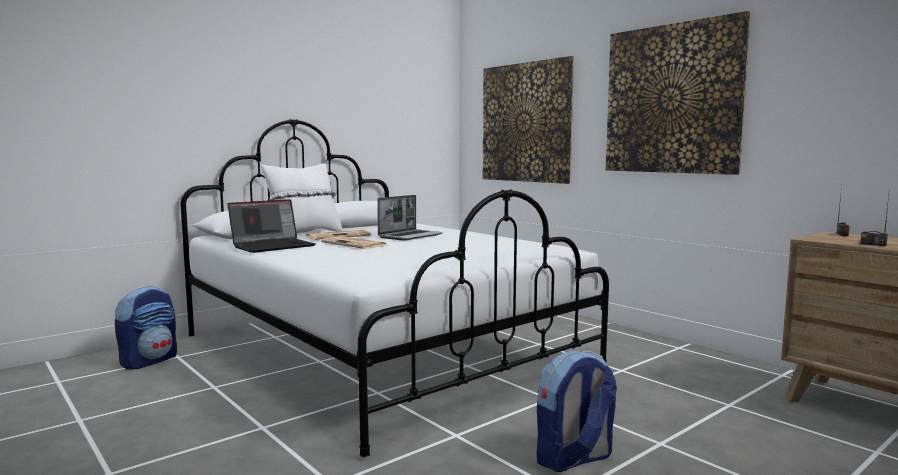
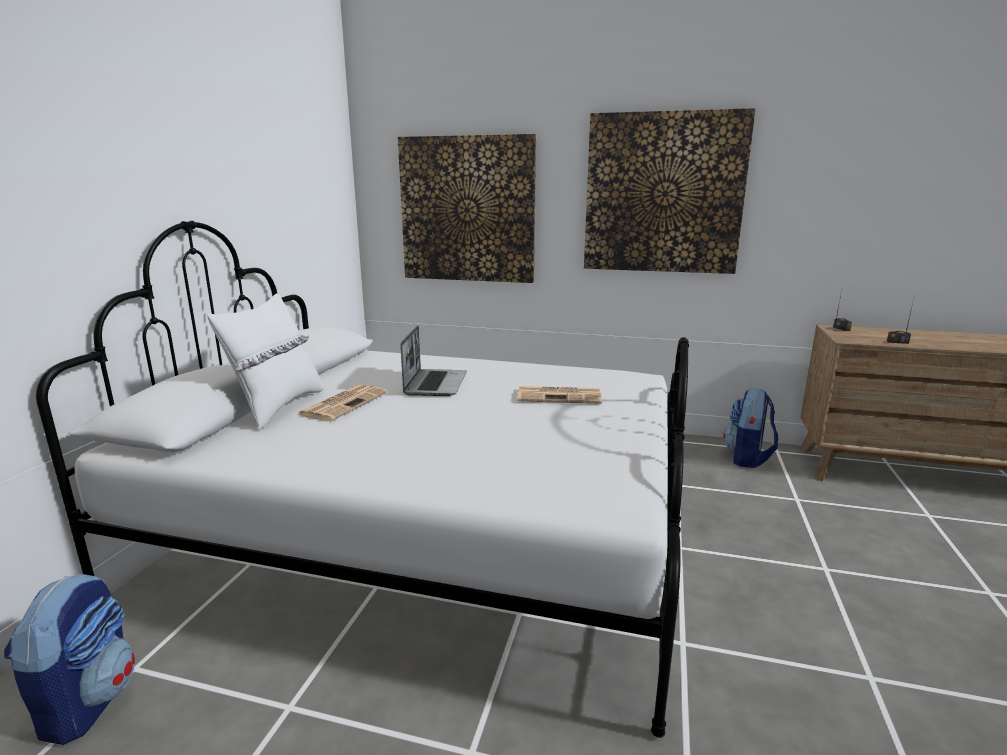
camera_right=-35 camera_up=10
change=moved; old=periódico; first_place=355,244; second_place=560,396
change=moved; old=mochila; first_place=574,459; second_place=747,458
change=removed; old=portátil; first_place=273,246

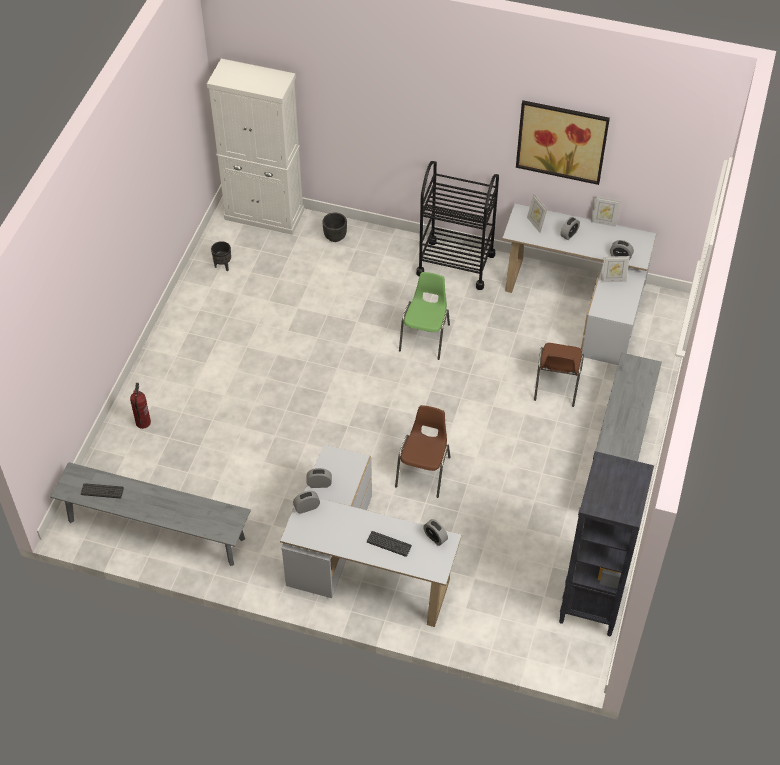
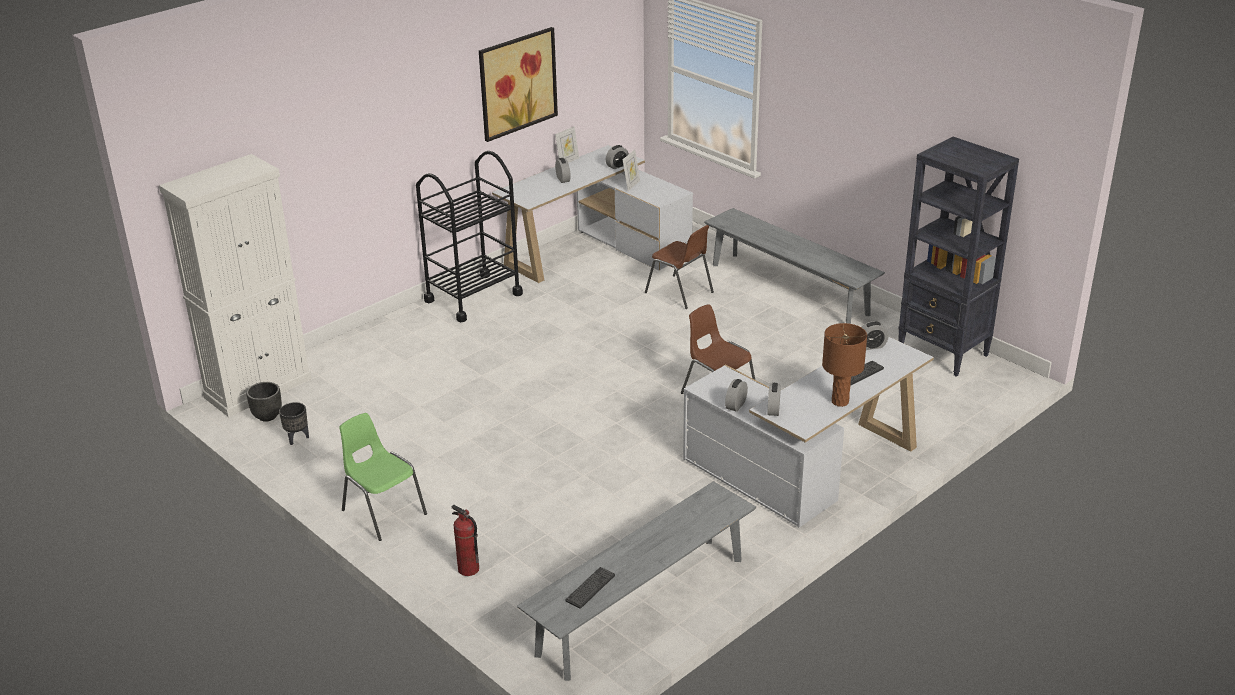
camera_right=-60 camera_up=-20
change=moved; old=maceta (negro); first_place=335,237; second_place=267,416
change=moved; old=silla (verde); first_place=425,337; second_place=383,512
change=added; new=lámpara de mesa (marrón); second_place=840,401
change=removed; old=portarretratos; first_place=535,224

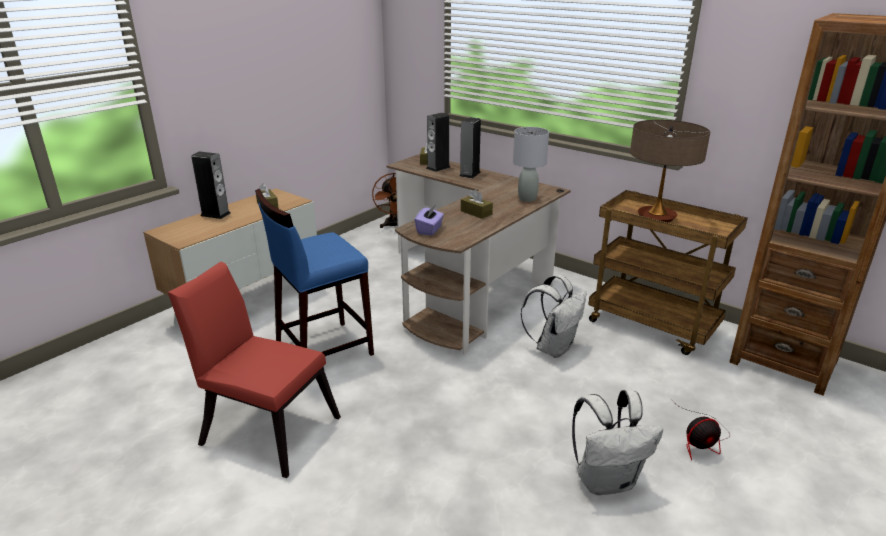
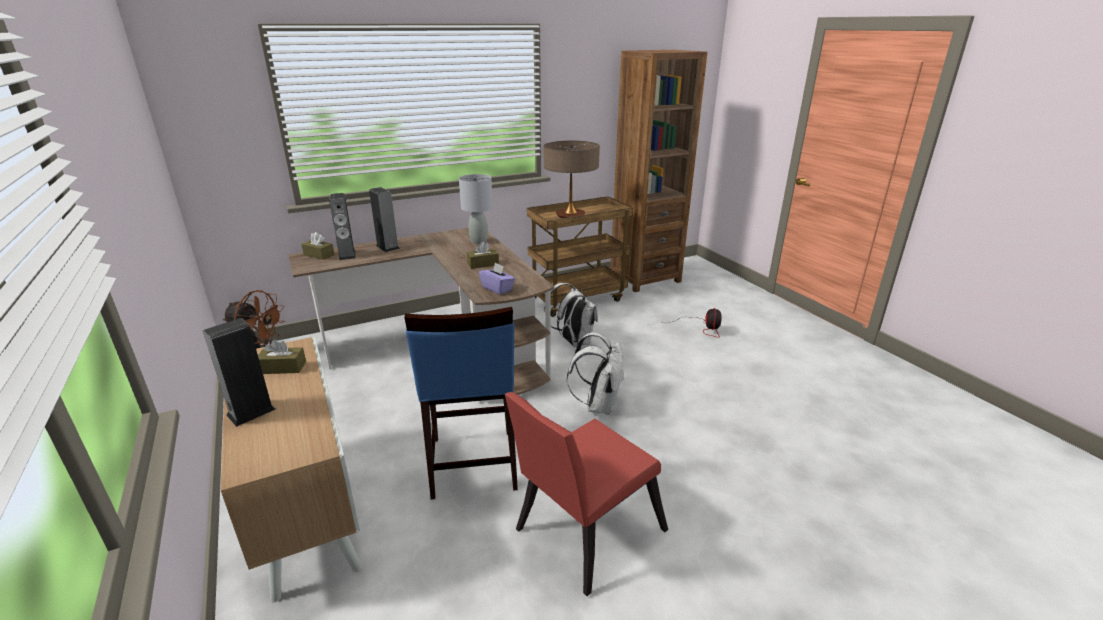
camera_right=-65 camera_up=0
change=moved; old=mochila (blanco); first_place=606,480; second_place=599,405

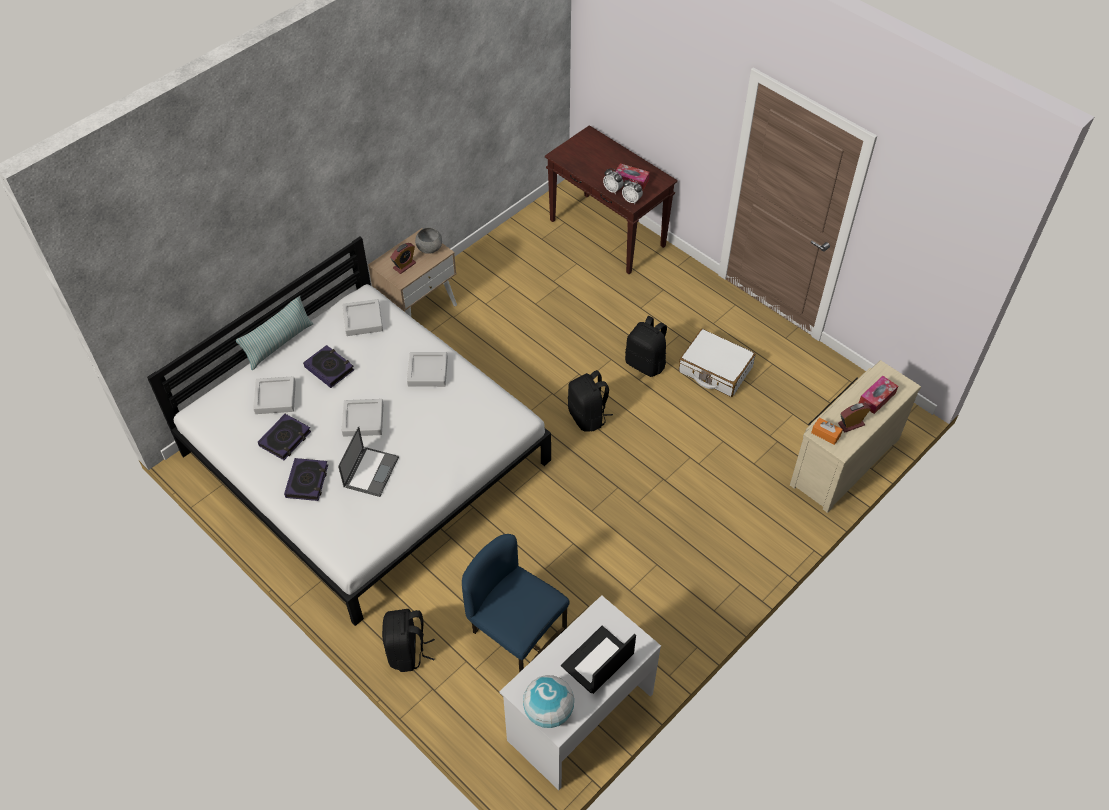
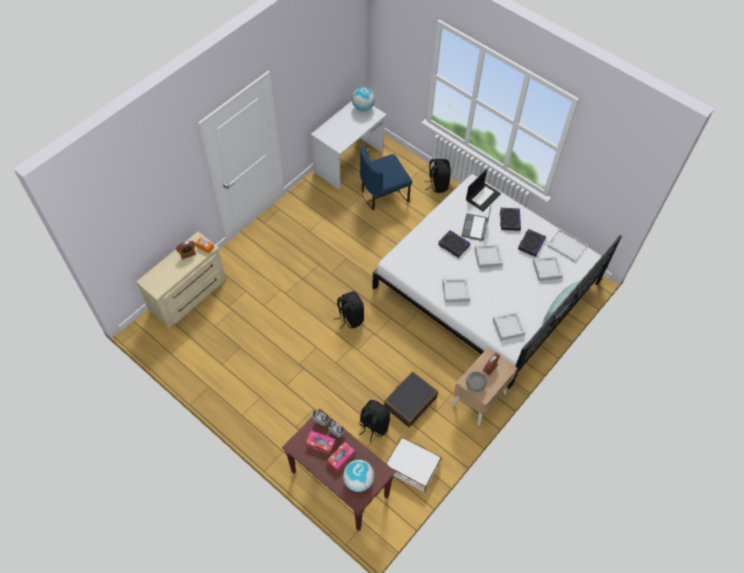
camera_right=175 camera_up=5
change=moved; old=caja de pañuelos; first_place=877,398; second_place=341,458
change=added; new=globo terráqueo; second_place=358,481
change=moved; old=mochila (negro); first_place=646,364; second_place=373,426
change=turned; old=silla (azul); first_place=516,633; second_place=383,194; degrees=120
change=added; new=maleta (negro); second_place=410,402
change=moved; old=maleta (blanco); first_place=715,370; second_place=412,466
change=moved; old=libro; first_place=329,368; second_place=453,245
change=moved; old=portátil; first_place=597,661; second_place=483,196
change=added; new=bandeja (blanco); second_place=566,245

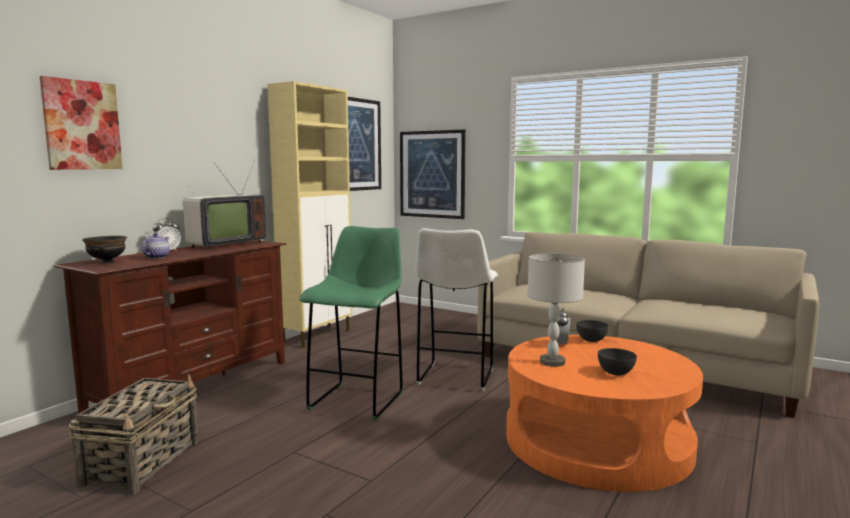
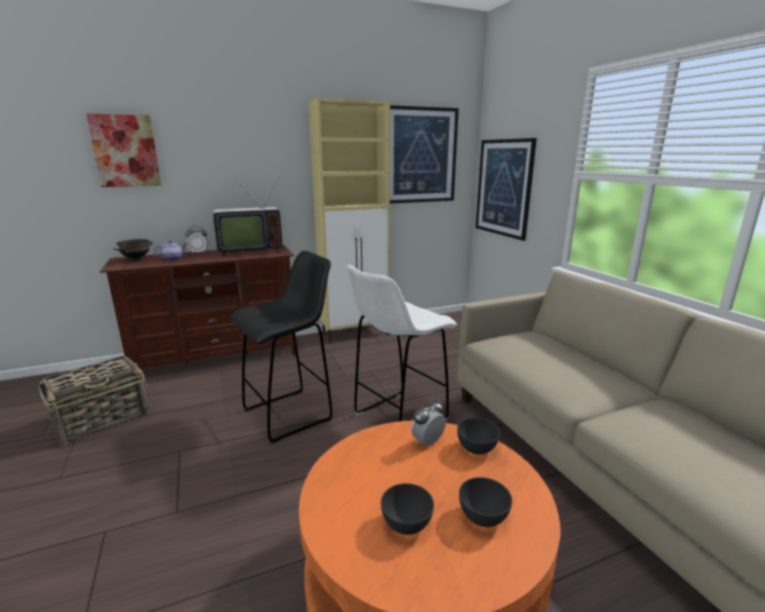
camera_right=35 camera_up=10
change=recoloured; old=taburete (verde); new=taburete (negro); first_place=358,400; second_place=290,414
change=added; new=cuenco (gris); second_place=482,517
change=removed; old=lámpara de mesa (gris); first_place=552,362

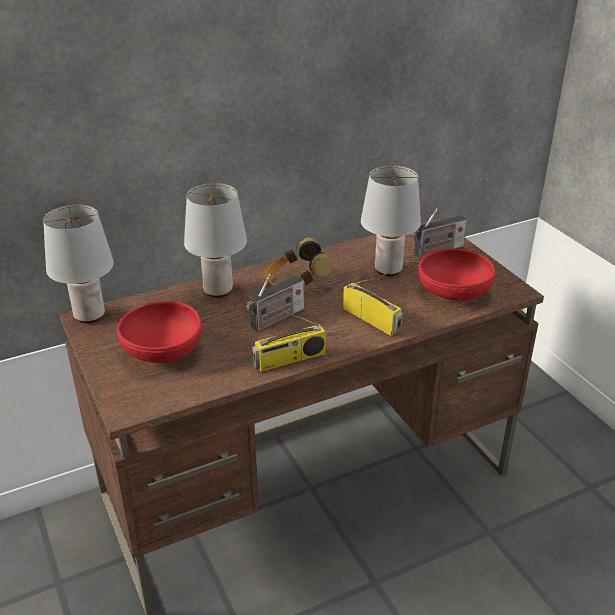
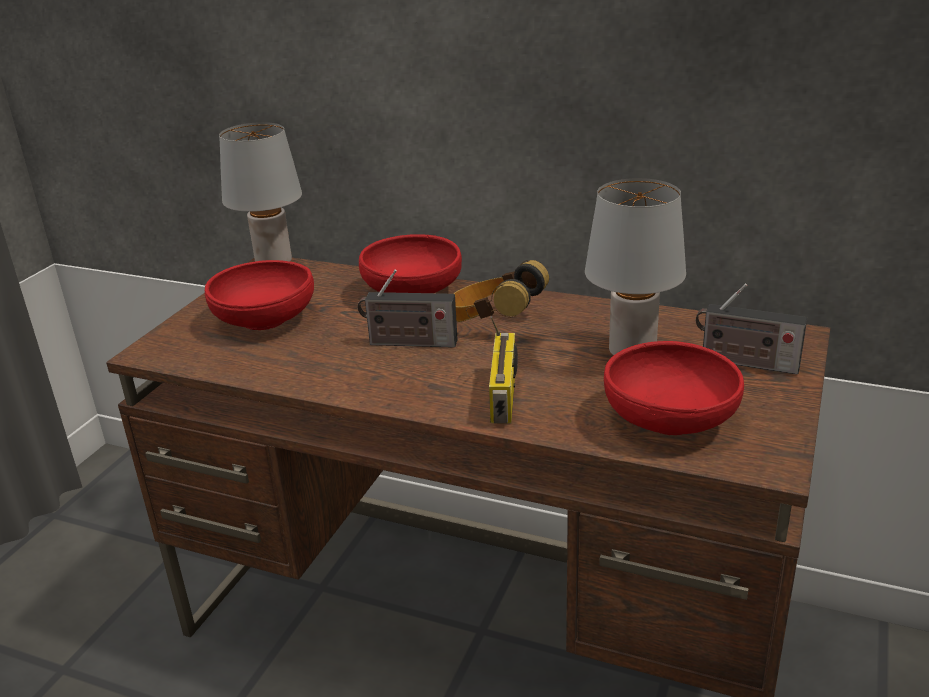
camera_right=50 camera_up=-5
change=replaced; old=lámpara de mesa (gris); new=cuenco (rojo); first_place=218,290; second_place=412,292
change=removed; old=radio; first_place=289,360

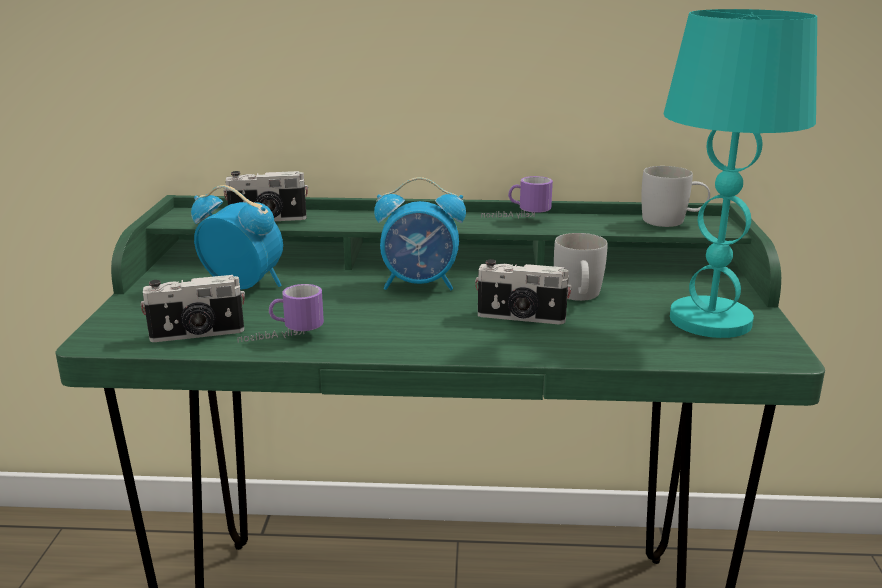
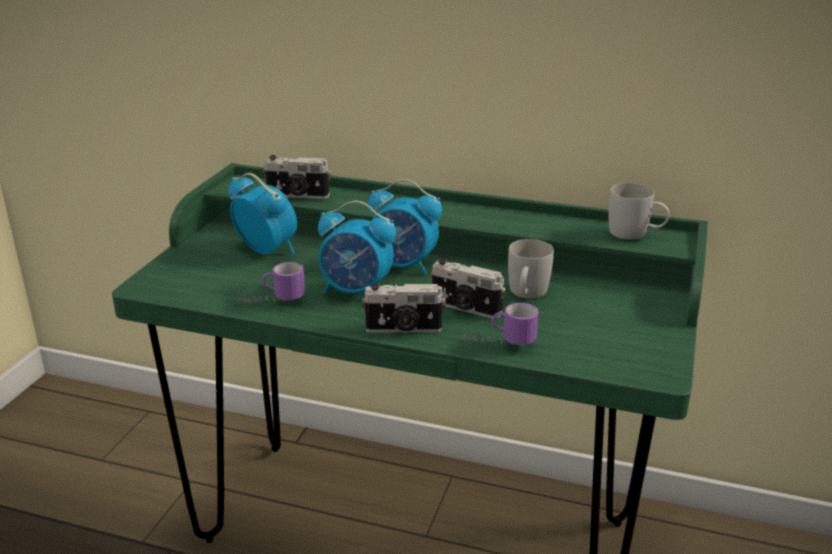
camera_right=15 camera_up=5
change=added; new=despertador; second_place=356,291
change=moved; old=cámara; first_place=197,334; second_place=403,329
change=moved; old=taza grande; first_place=515,218; second_place=499,343
change=removed; old=lámpara de mesa (turquesa); first_place=709,320

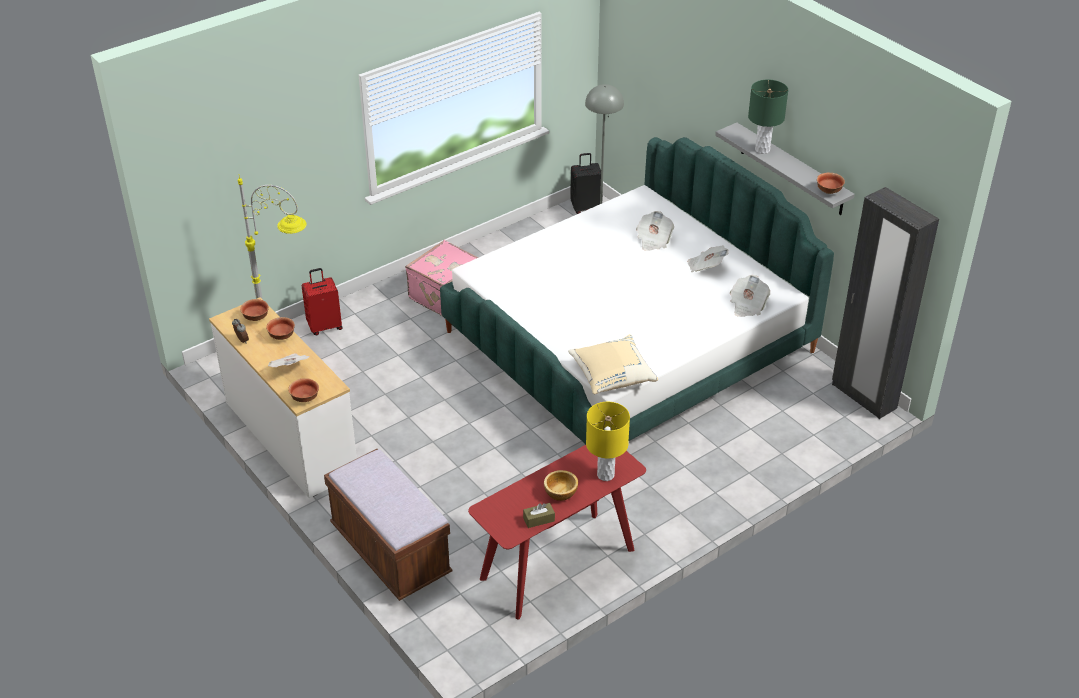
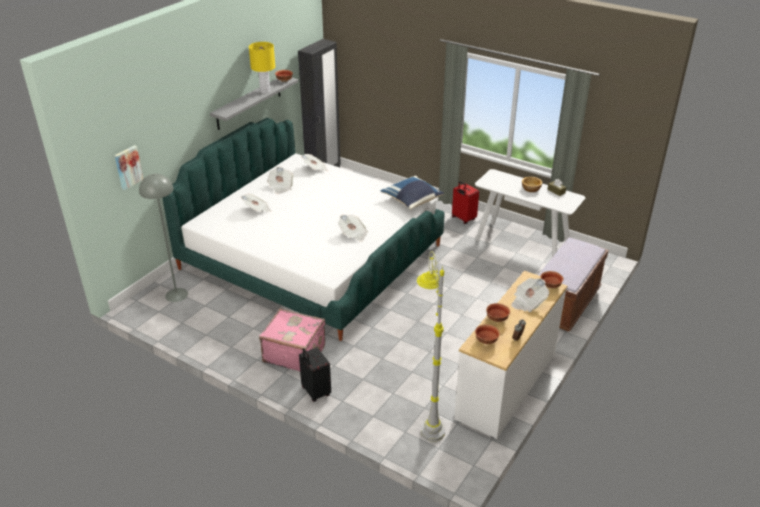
camera_right=-110 camera_up=-5
change=added; new=cuadro; second_place=128,167
change=moved; old=lámpara de mesa (amarillo); first_place=605,475; second_place=265,91
change=moved; old=maleta (negro); first_place=586,208; second_place=315,392
change=added; new=periódico; second_place=353,234
change=recoloured; old=cojín (beis); new=cojín (azul); first_place=611,376; second_place=412,201
change=moved; old=maleta (rojo); first_place=324,326; second_place=463,219
change=recoloured; old=mesa consola (rojo); new=mesa consola (blanco); first_place=558,564; second_place=522,244
change=removed; old=lámpara de mesa (verde); first_place=762,150

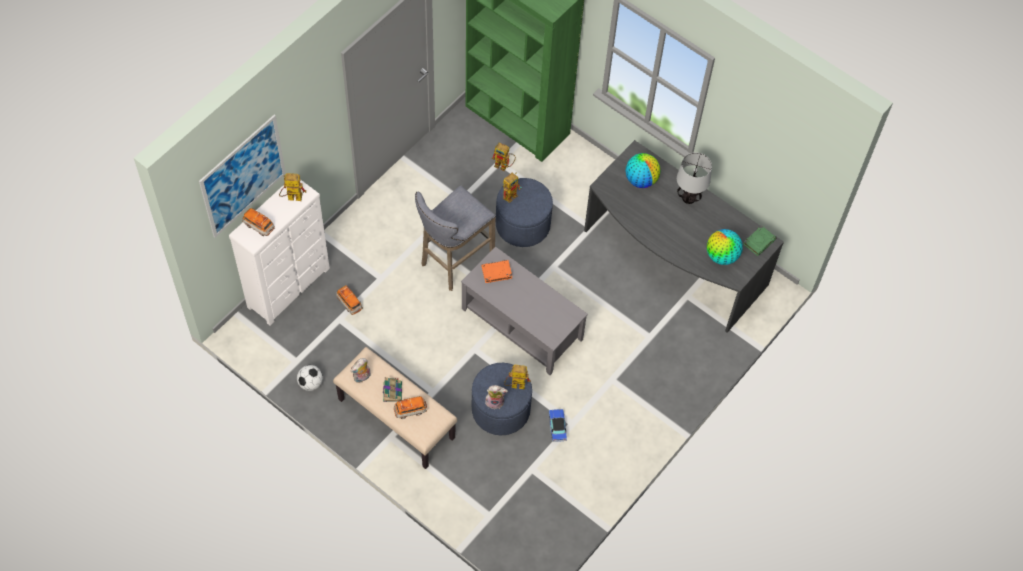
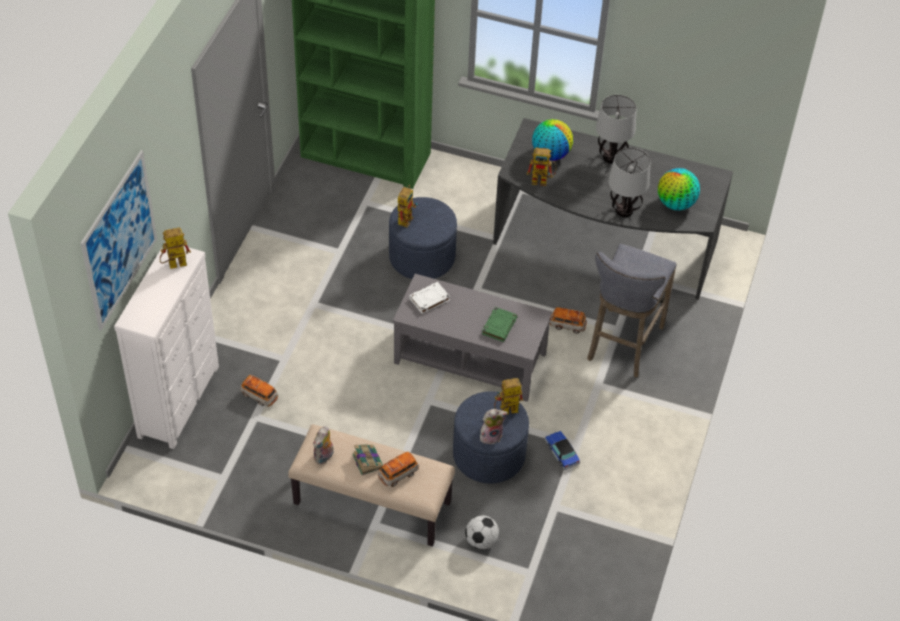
camera_right=-20 camera_up=-10
change=recoloured; old=libro (naranja); new=libro (blanco); first_place=496,272; second_place=429,299
change=moved; old=balón de fútbol; first_place=310,383; second_place=481,541
change=moved; old=libro (verde); first_place=759,241; second_place=499,326
change=moved; old=robot de juguete; first_place=504,166; second_place=543,180
change=moved; old=coche de juguete; first_place=258,226; second_place=567,325
change=moved; old=taburete (gris); first_place=454,262; second_place=623,346
change=added; new=lámpara de mesa; second_place=624,210

